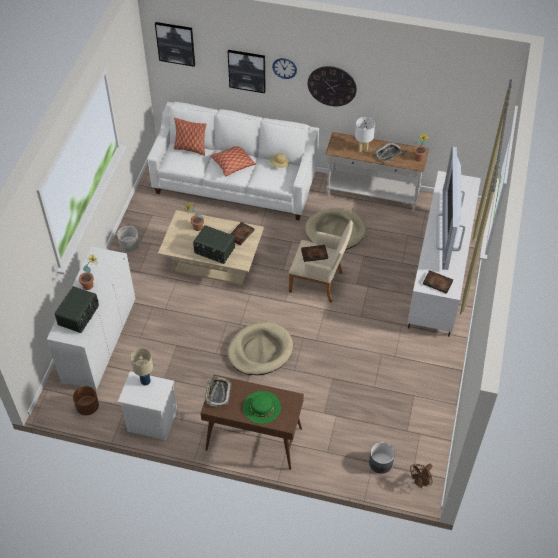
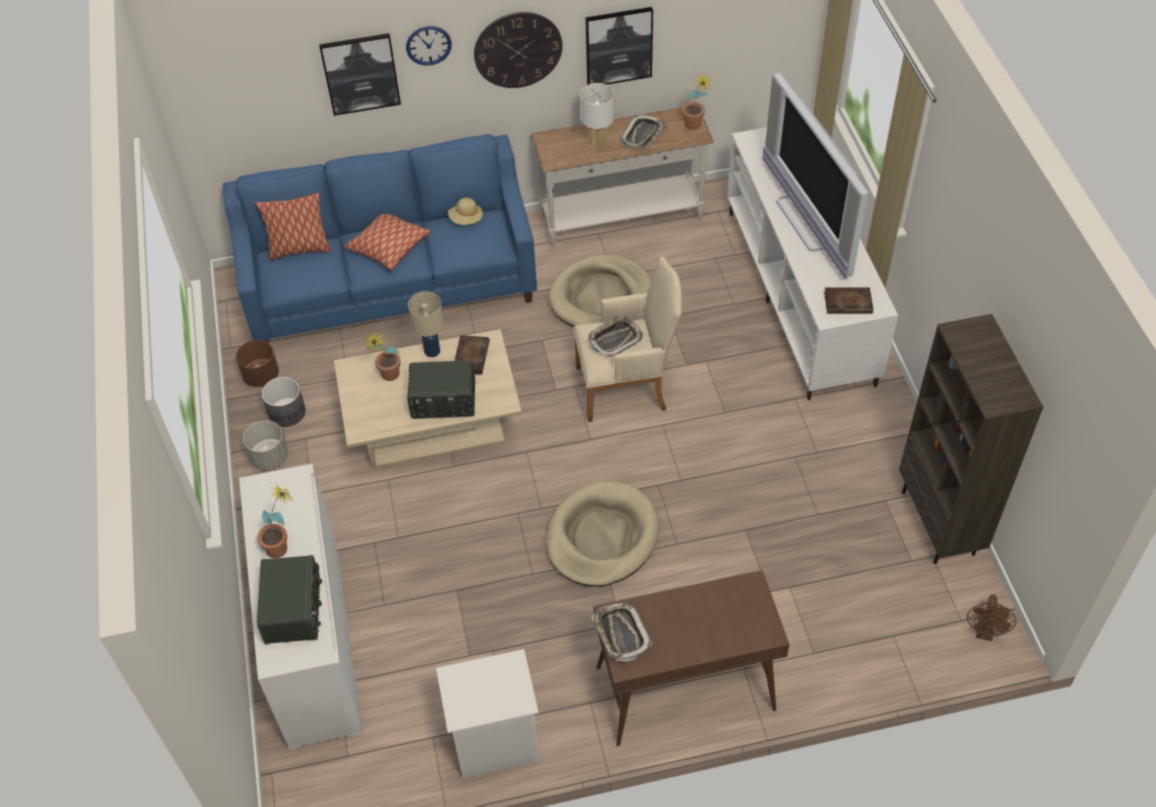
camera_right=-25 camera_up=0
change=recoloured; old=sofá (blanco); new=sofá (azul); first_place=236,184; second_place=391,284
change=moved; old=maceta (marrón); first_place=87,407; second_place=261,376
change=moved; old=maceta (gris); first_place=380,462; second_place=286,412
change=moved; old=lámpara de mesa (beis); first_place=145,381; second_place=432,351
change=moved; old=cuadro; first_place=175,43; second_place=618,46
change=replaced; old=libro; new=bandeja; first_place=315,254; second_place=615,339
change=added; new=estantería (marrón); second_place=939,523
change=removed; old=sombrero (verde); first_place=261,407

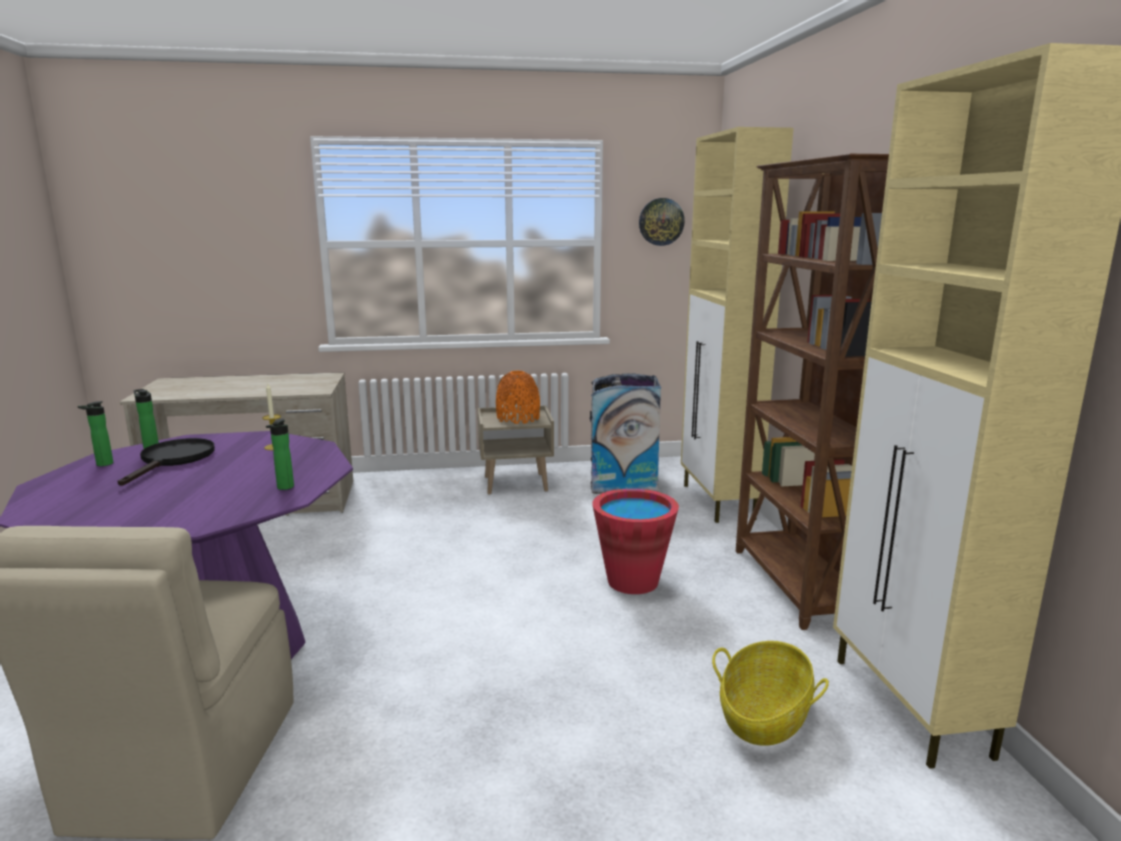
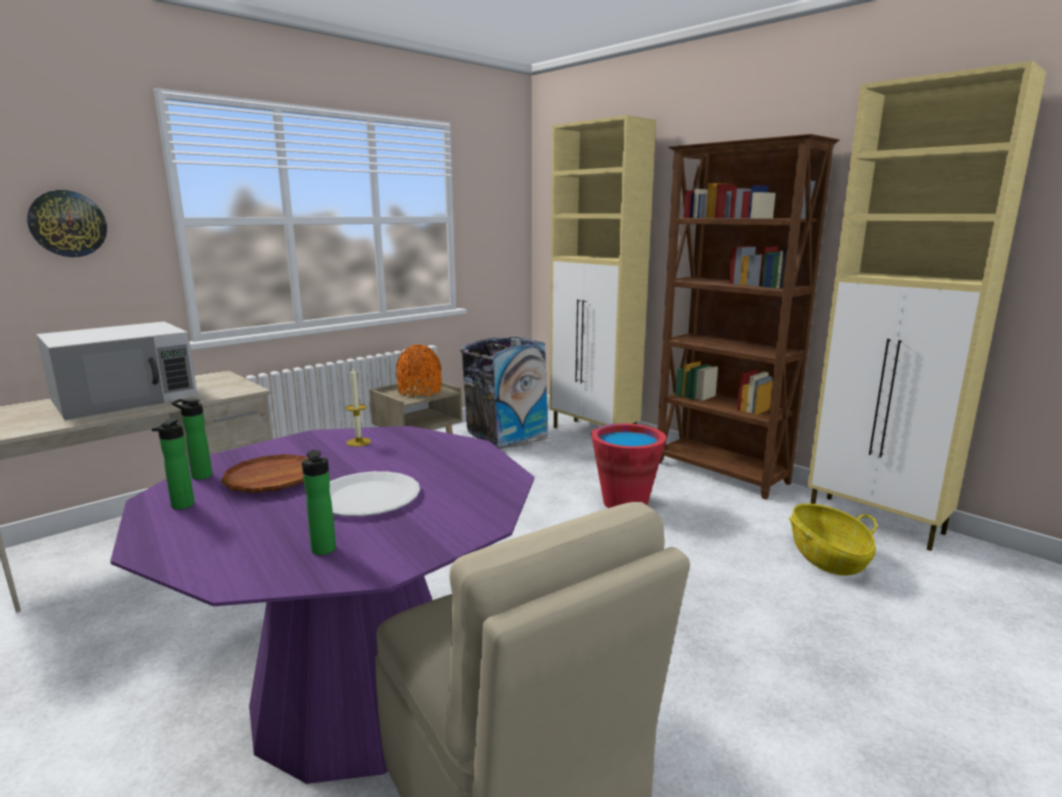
camera_right=-35 camera_up=0
change=moved; old=reloj de pared; first_place=661,222; second_place=67,224
change=added; new=microondas (blanco); second_place=126,397
change=replaced; old=sartén (negro); new=plato (marrón); first_place=173,460; second_place=271,480
change=moved; old=botella; first_place=284,488; second_place=324,551
change=added; new=plato (blanco); second_place=368,497

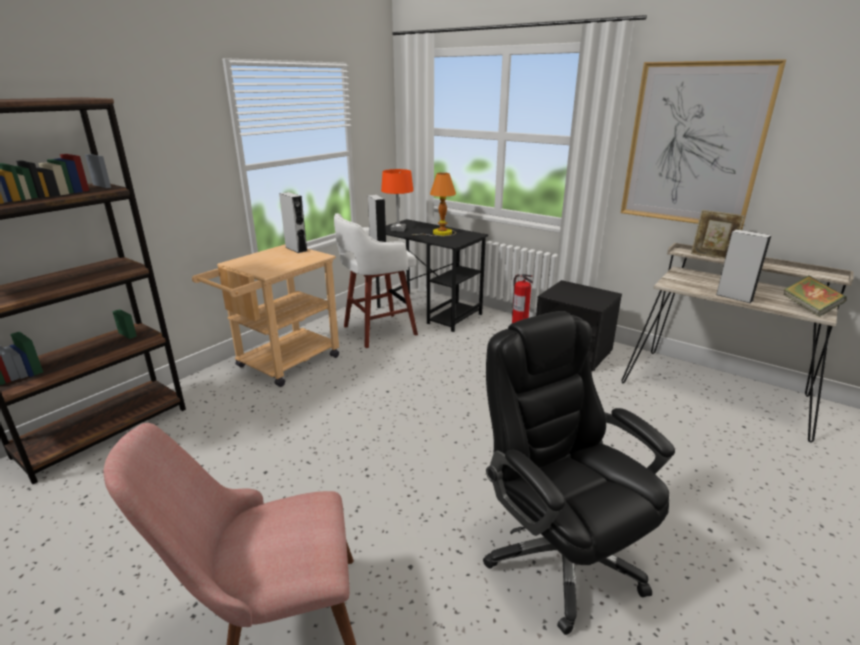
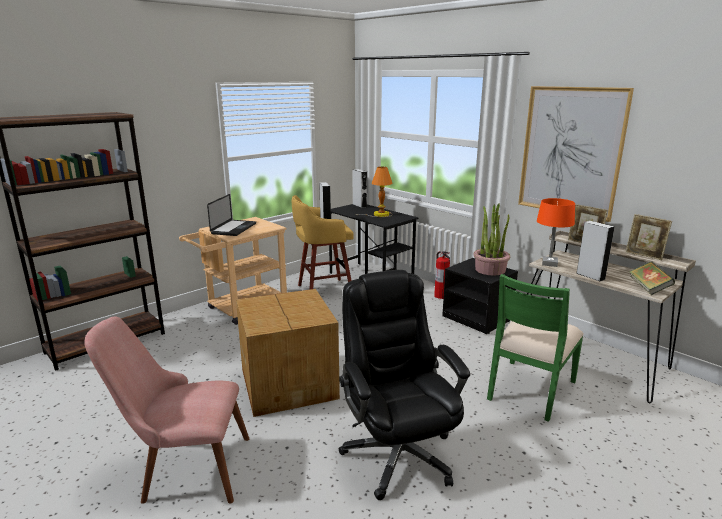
camera_right=10 camera_up=-5
change=added; new=portátil; second_place=234,229
change=added; new=caja de cartón; second_place=289,383
change=recoloured; old=taburete (blanco); new=taburete (amarillo); first_place=377,331; second_place=323,290
change=moved; old=altavoz (gris); first_place=296,249; second_place=359,205
change=added; new=planta en maceta; second_place=490,269
change=added; new=silla (verde); second_place=530,389
change=moved; old=lámpara de mesa (naranja); first_place=398,229; second_place=549,263
change=added; new=portarretratos; second_place=644,256

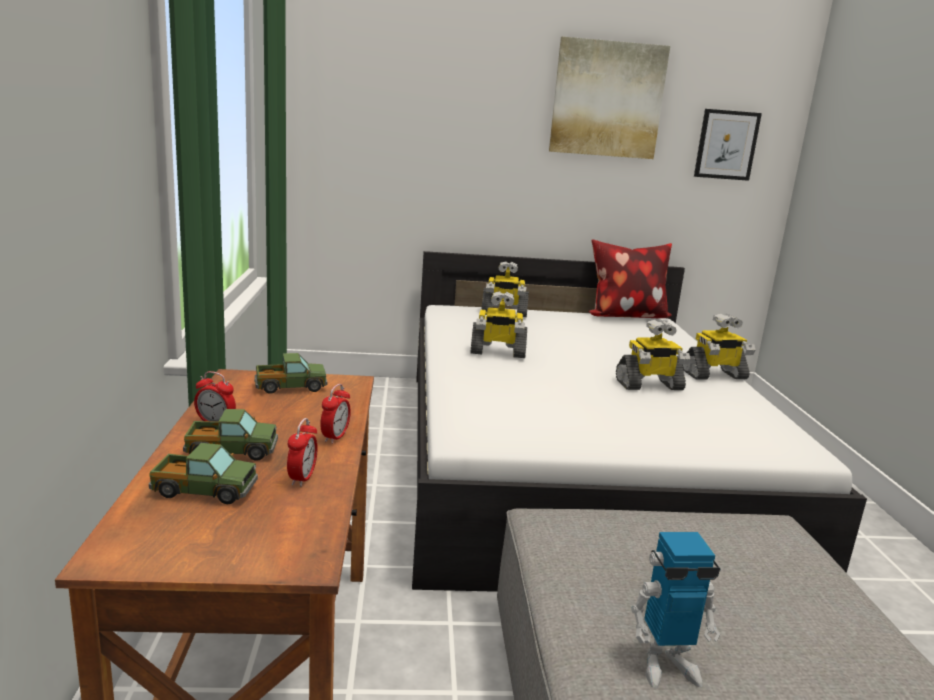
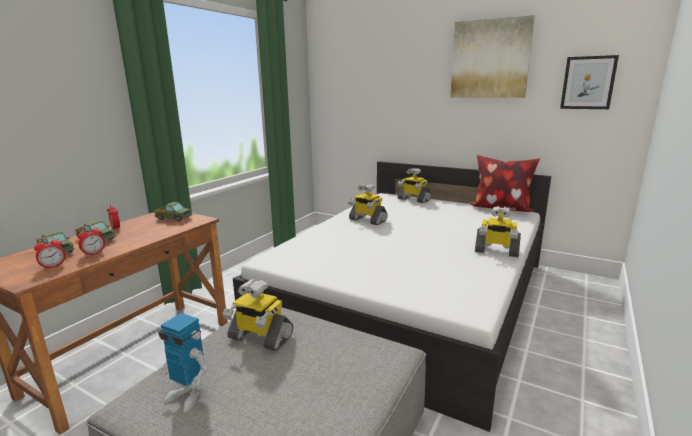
camera_right=35 camera_up=0
change=moved; old=despertador; first_place=335,437; second_place=53,266
change=moved; old=robot de juguete; first_place=649,385; second_place=259,337

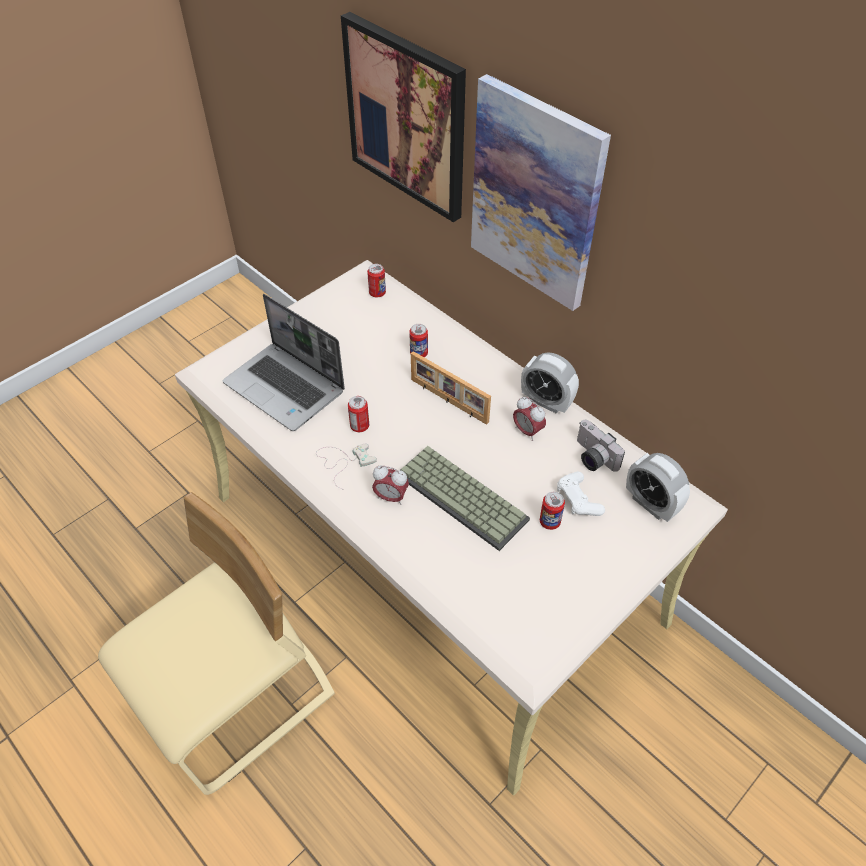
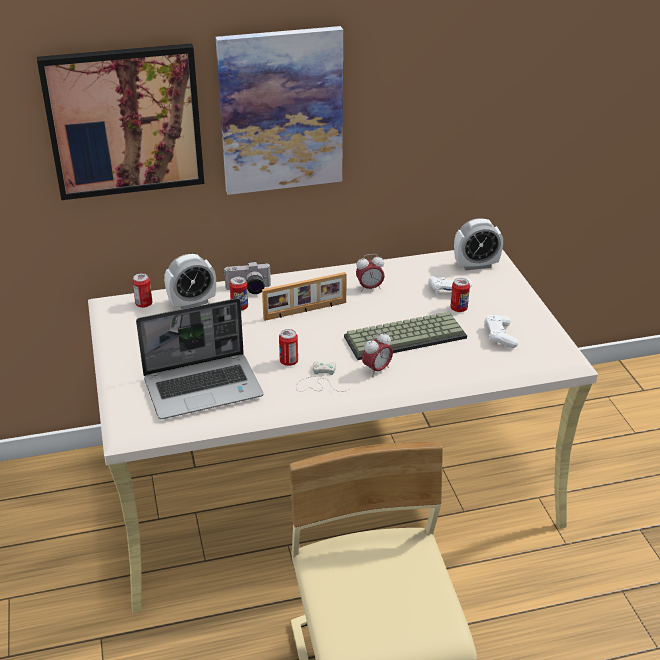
camera_right=-60 camera_up=-15
change=moved; old=despertador; first_place=546,402; second_place=192,303
change=moved; old=cámara; first_place=592,458; second_place=249,289
change=added; new=mando de consola (blanco); second_place=499,336

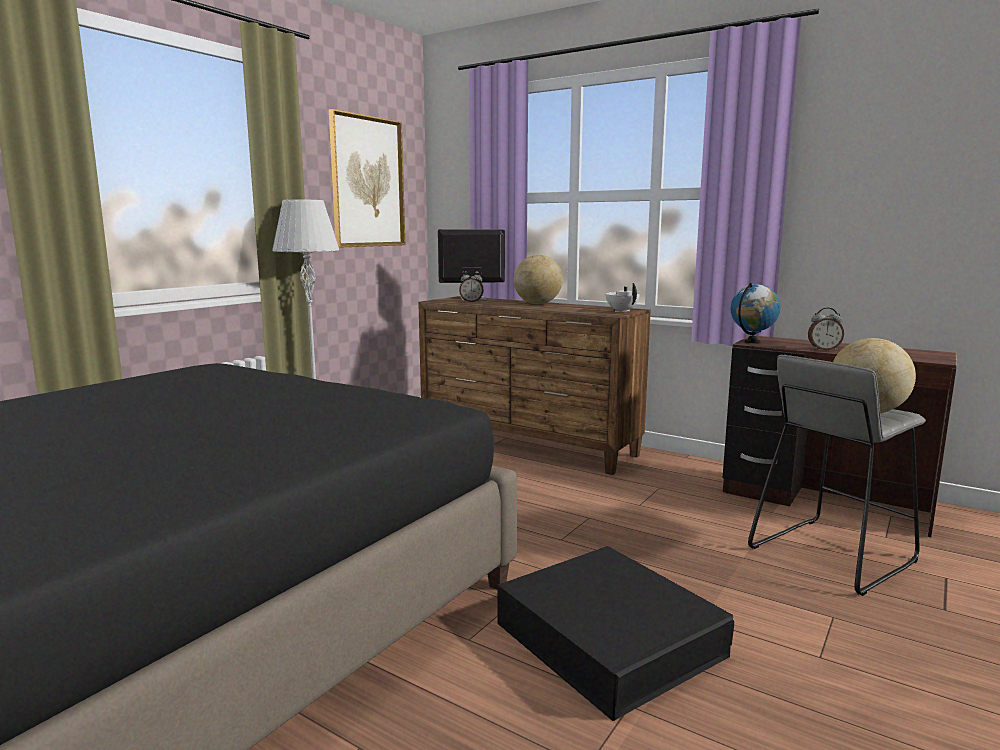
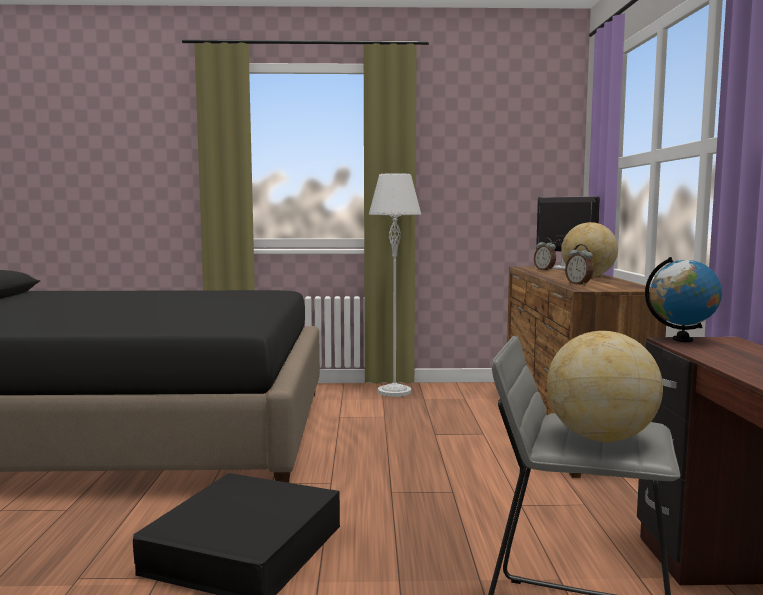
camera_right=55 camera_up=-5
change=moved; old=despertador; first_place=823,349; second_place=579,284
change=removed; old=cuadro; first_place=367,182
change=removed; old=tetera (blanco); first_place=621,311

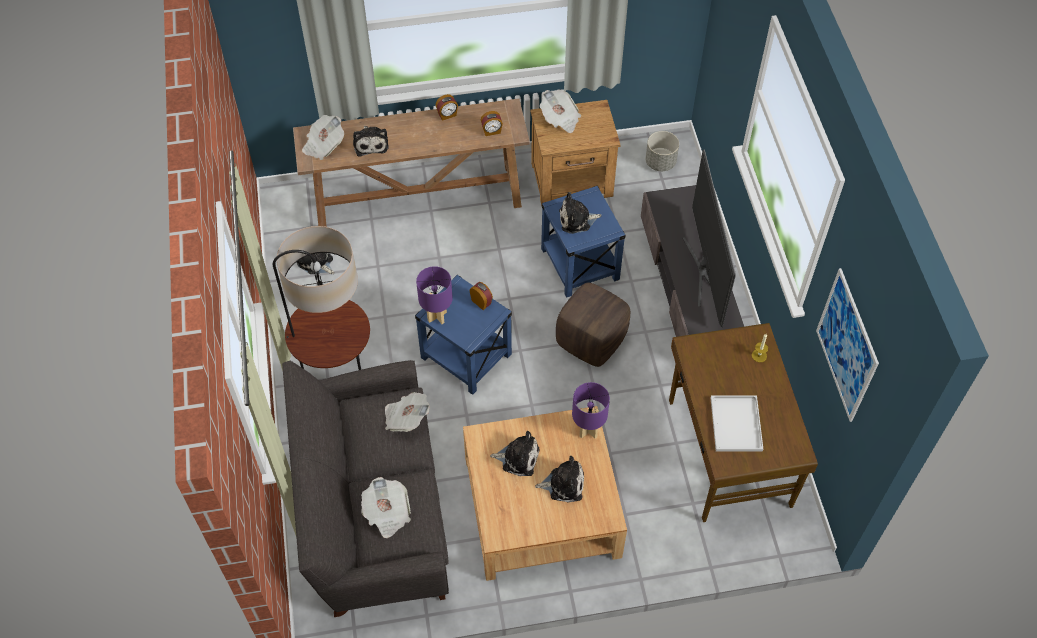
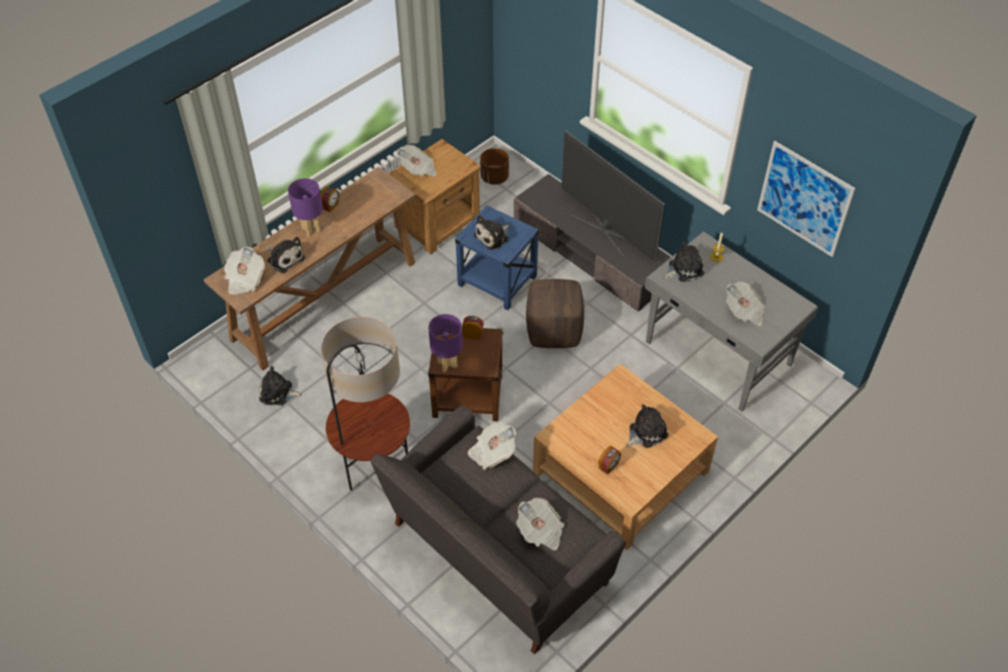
camera_right=-35 camera_up=-5
change=moved; old=lámpara de mesa (morado); first_place=587,430; second_place=310,229
change=recoloured; old=mesa auxiliar (azul); new=mesa auxiliar (marrón); first_place=465,356; second_place=467,396
change=recoloured; old=maceta (gris); new=maceta (marrón); first_place=660,162; second_place=494,177
change=moved; old=despertador; first_place=491,131; second_place=608,466
change=recoloured; old=escritorio (marrón); new=escritorio (gris); first_place=727,453; second_place=717,354
change=moved; old=peluche; first_place=518,458; second_place=683,269
change=replaced; old=bandeja (blanco); new=periódico; first_place=737,425; second_place=744,312

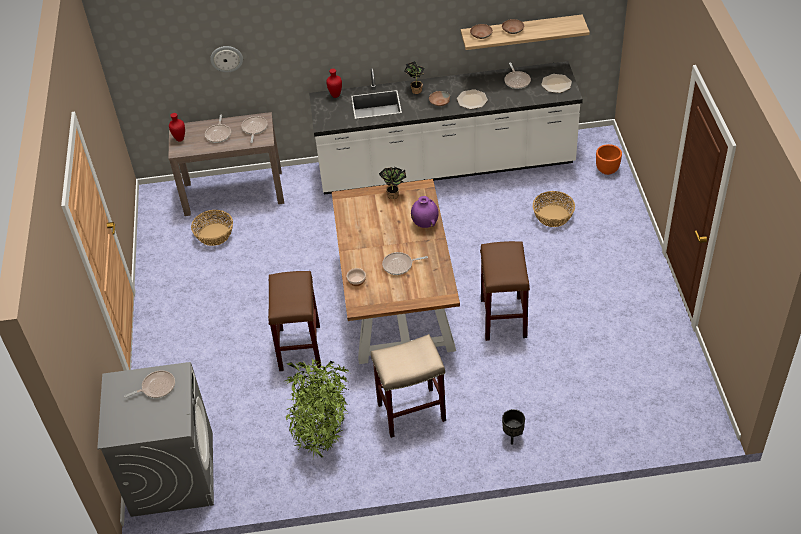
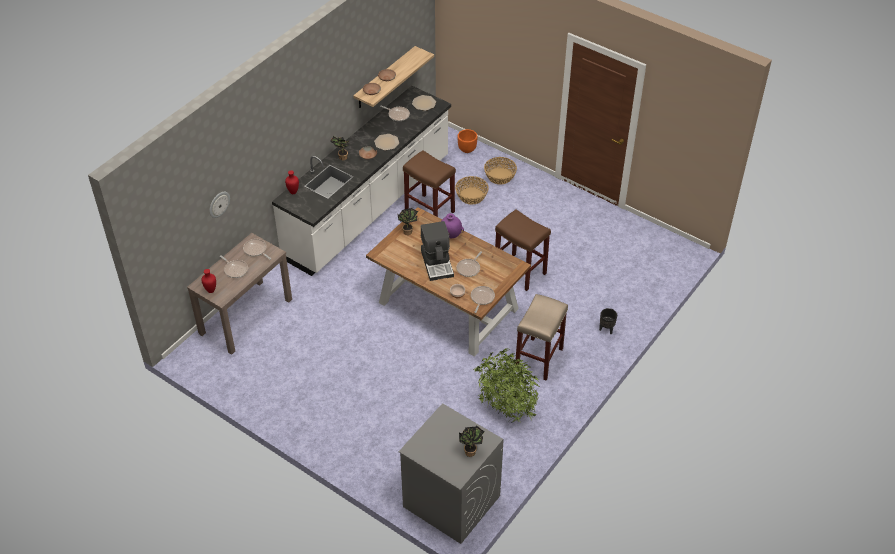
camera_right=-50 camera_up=0
change=moved; old=taburete (marrón); first_place=299,347; second_place=429,211
change=added; new=cafetera; second_place=437,263
change=added; new=planta en maceta; second_place=470,451
change=moved; old=sartén; first_place=156,387; second_place=482,298
change=moved; old=cesta; first_place=214,235; second_place=500,176

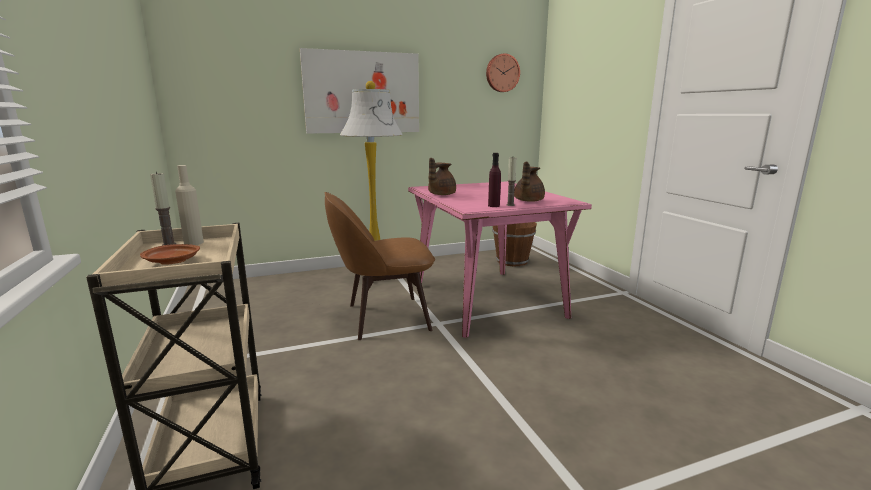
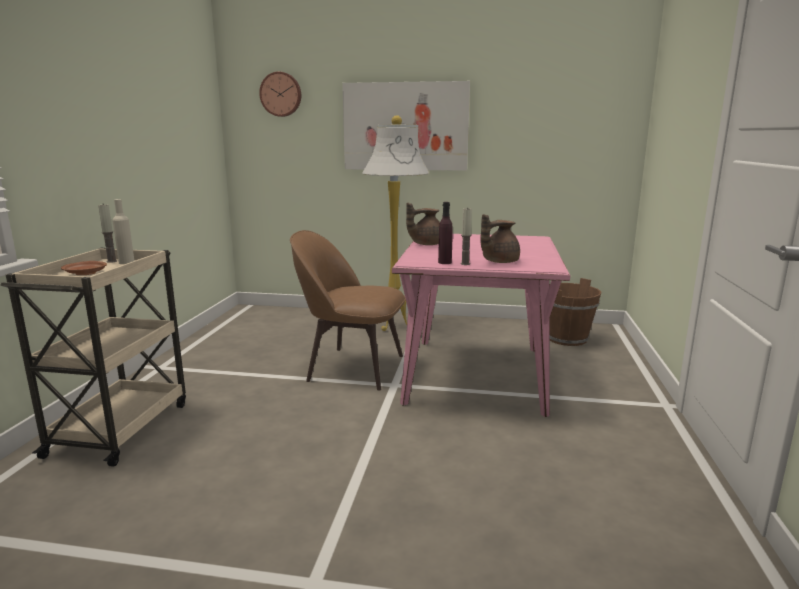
camera_right=30 camera_up=0
change=moved; old=reloj de pared; first_place=502,73; second_place=281,94

